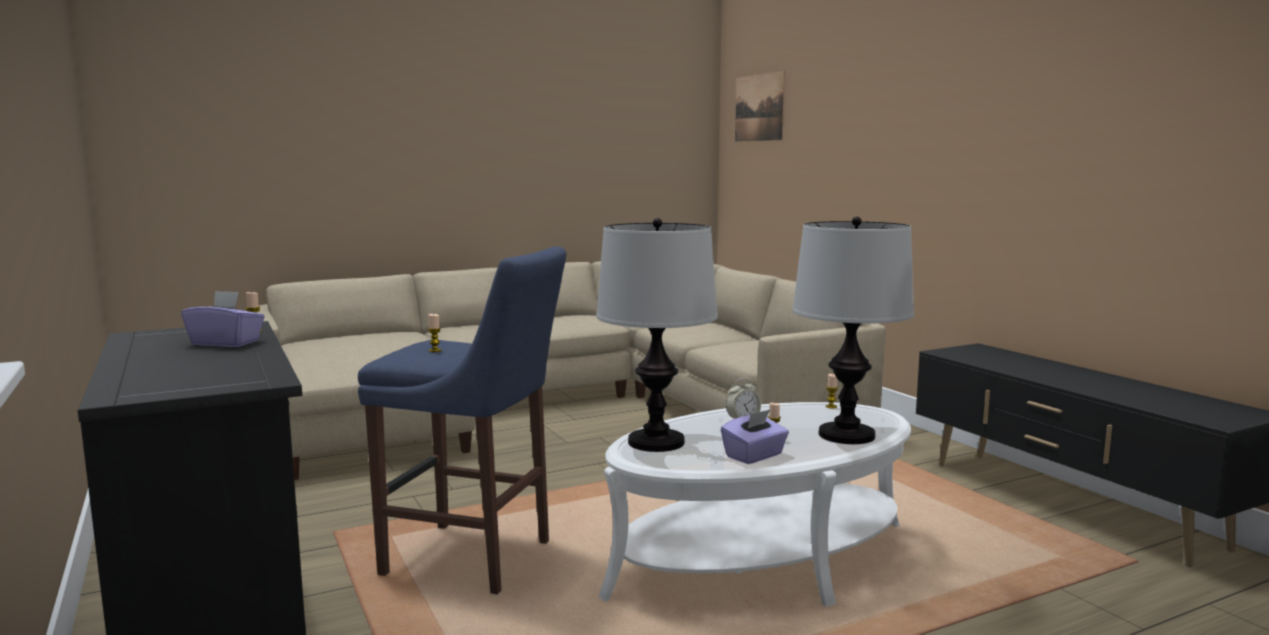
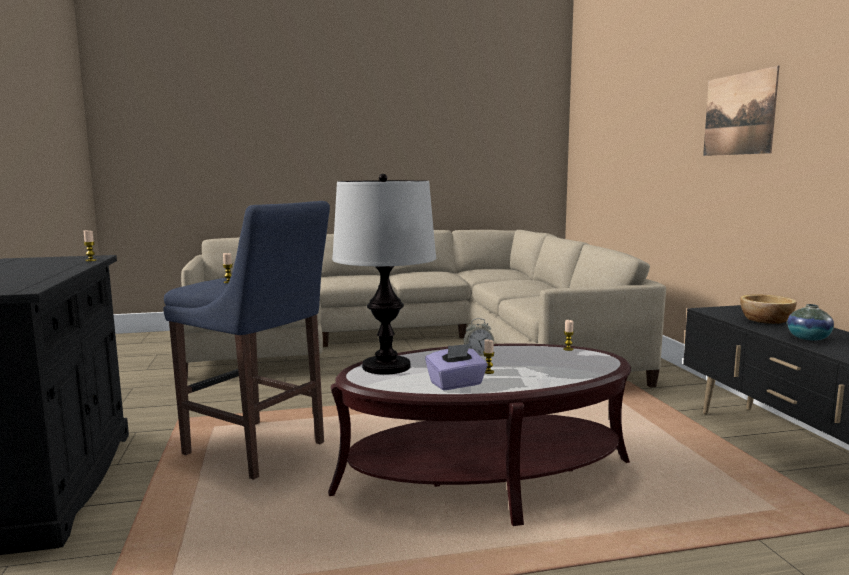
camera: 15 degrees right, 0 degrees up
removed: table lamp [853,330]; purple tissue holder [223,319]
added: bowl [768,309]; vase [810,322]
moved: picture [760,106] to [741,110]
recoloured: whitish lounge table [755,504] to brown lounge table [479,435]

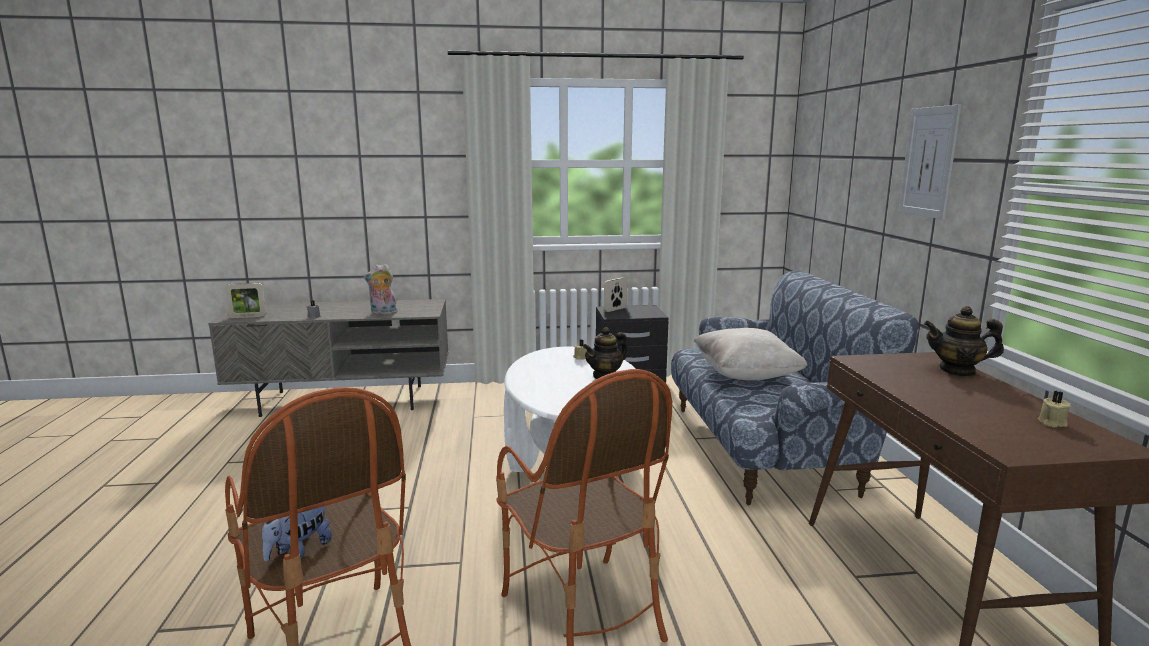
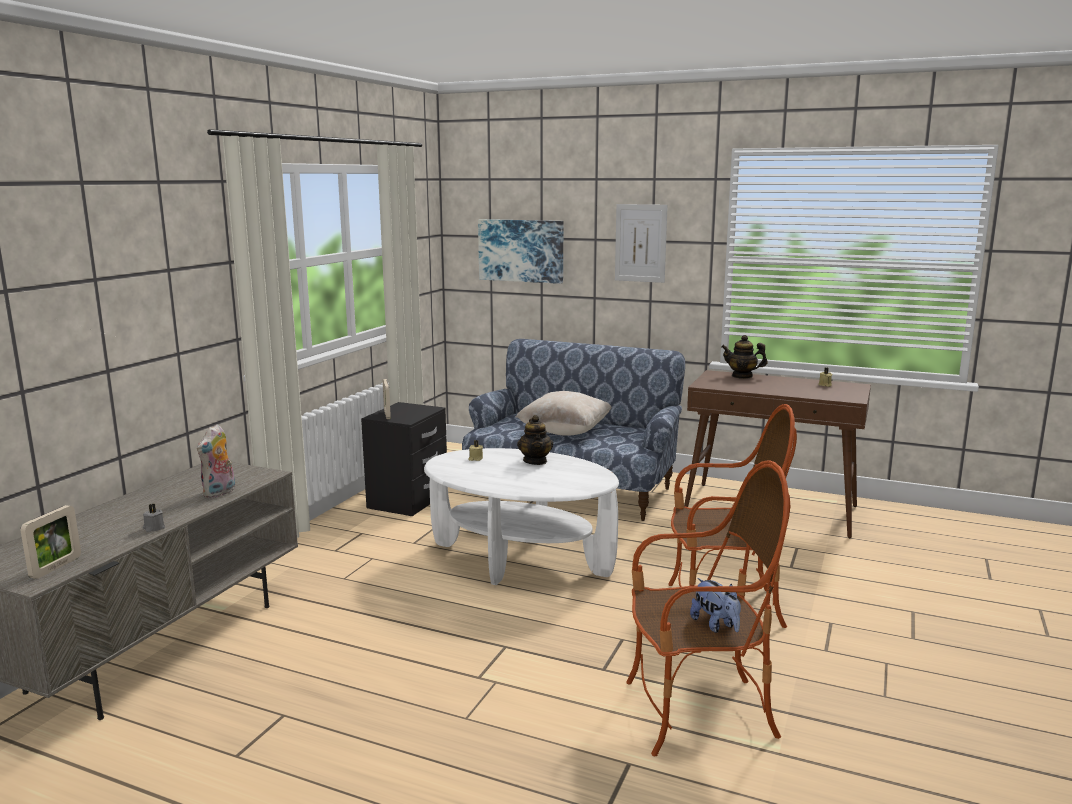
camera: 60 degrees left, 0 degrees up
added: picture [520,251]
turned: tea pot [964,341] = [744,357] 60 degrees clockwise

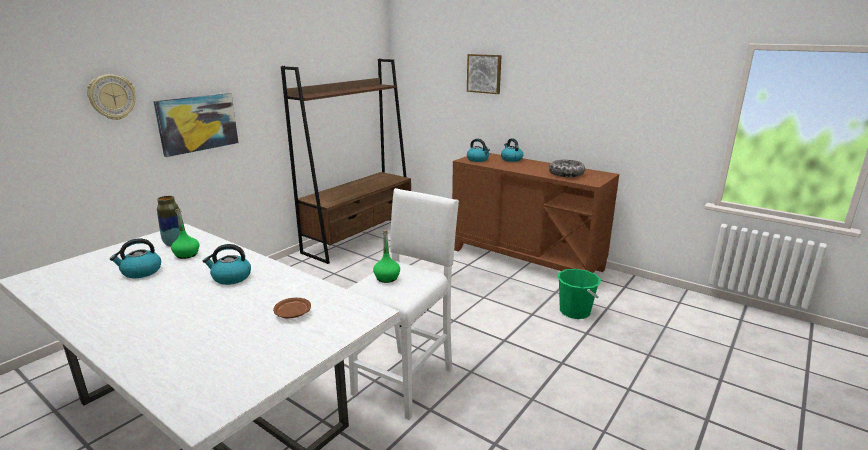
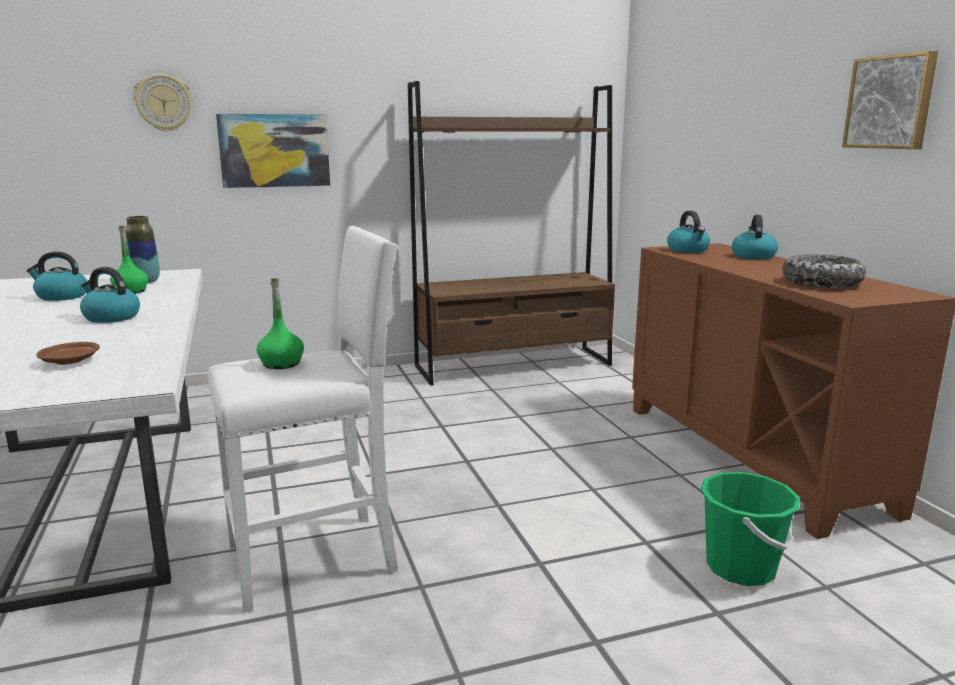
camera: 35 degrees right, 5 degrees down
moved: picture [484,74] to [890,100]

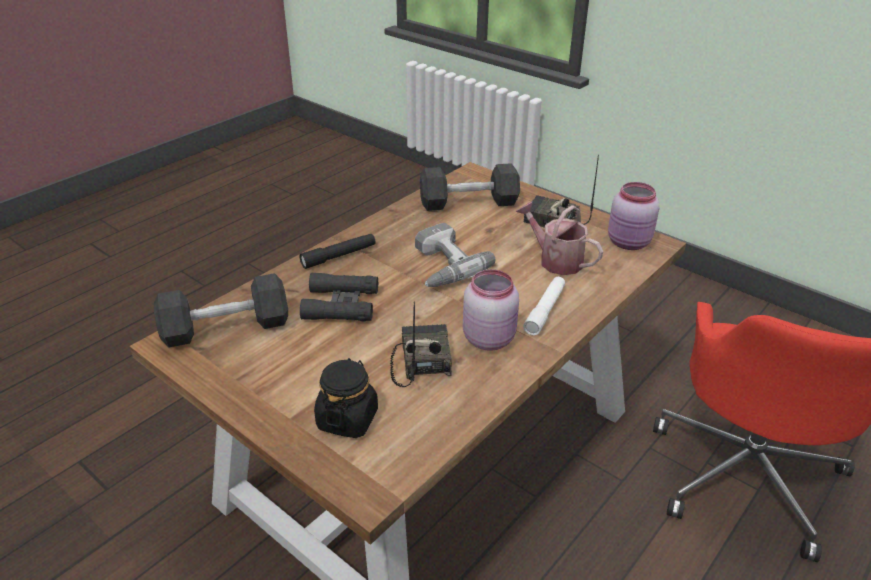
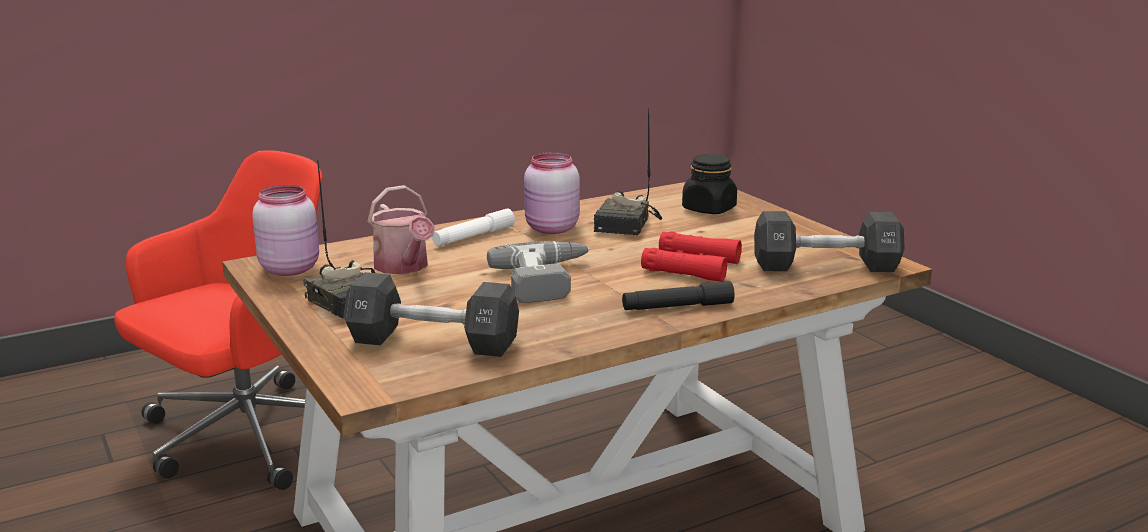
camera: 160 degrees left, 15 degrees down
recoloured: blackish pair of binoculars [339,297] to reddish pair of binoculars [691,256]

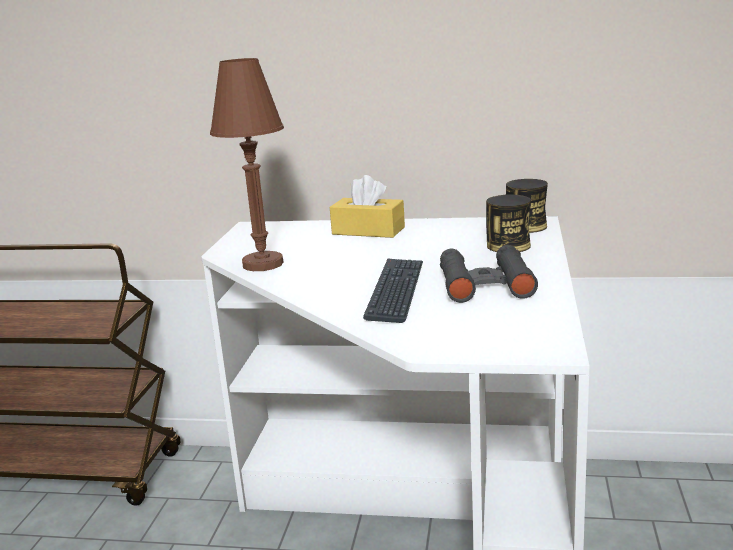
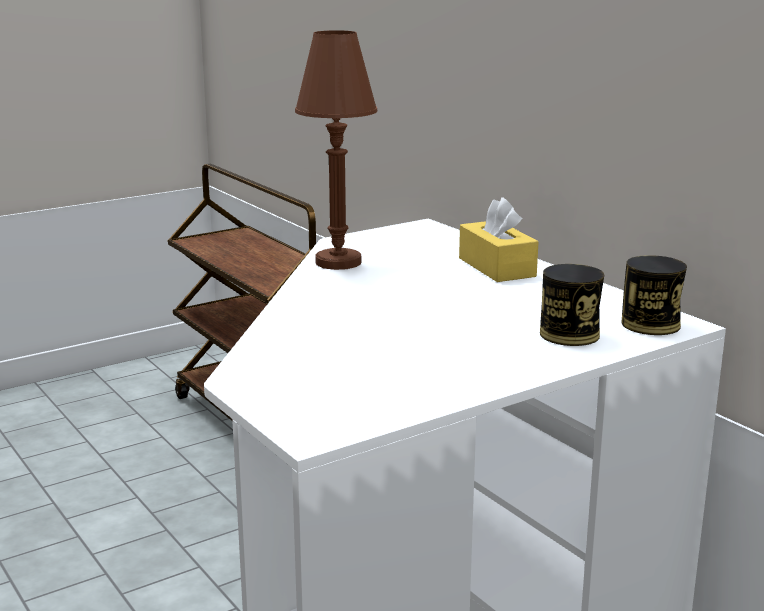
camera: 45 degrees right, 0 degrees up
removed: blackish pair of binoculars [489,274]; computer keyboard [393,290]

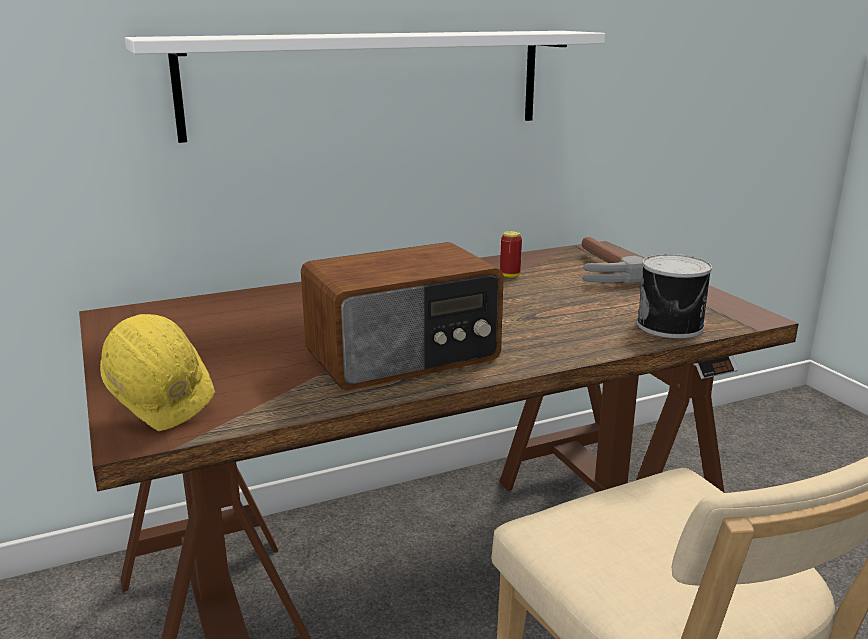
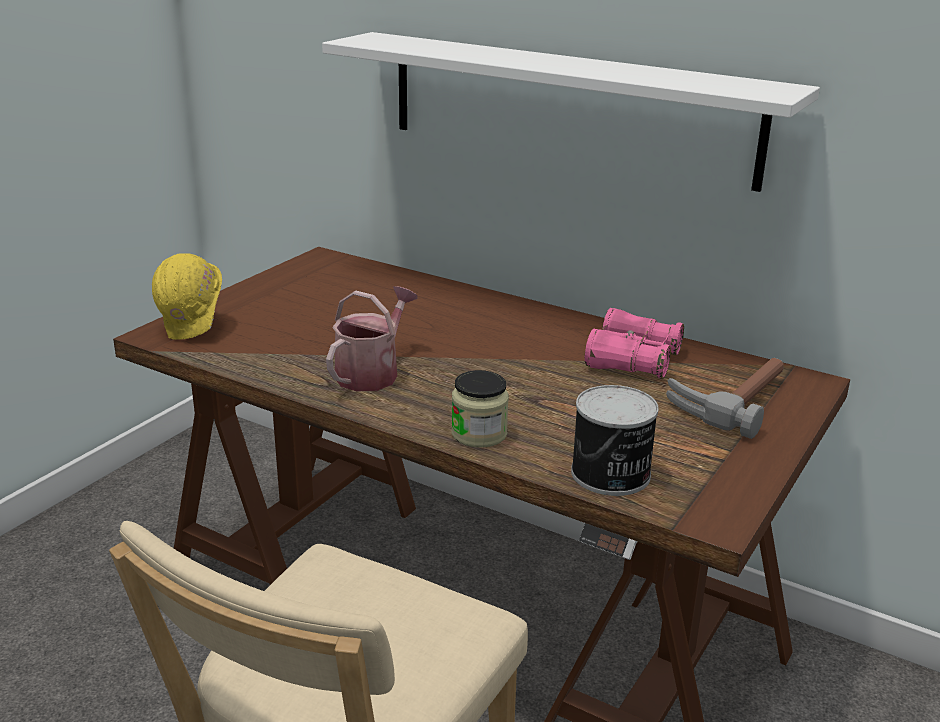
camera: 55 degrees right, 5 degrees up
added: preserve jar [480,409]
replaced: sealed can [511,254] to pinkish pair of binoculars [634,343]; radio set [402,316] to sprinkling can [372,339]

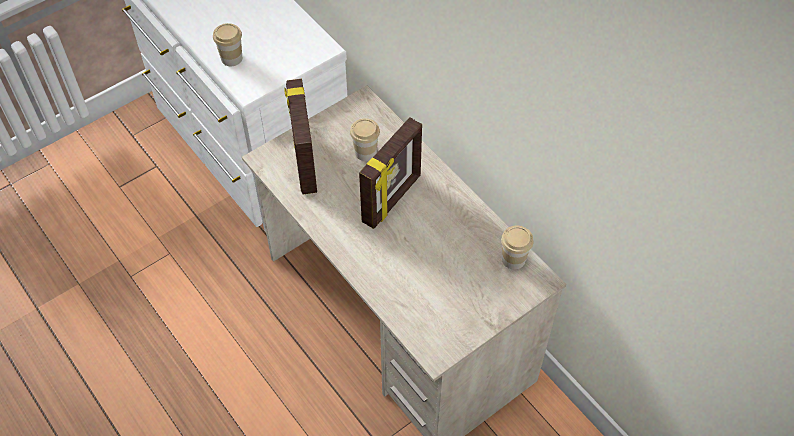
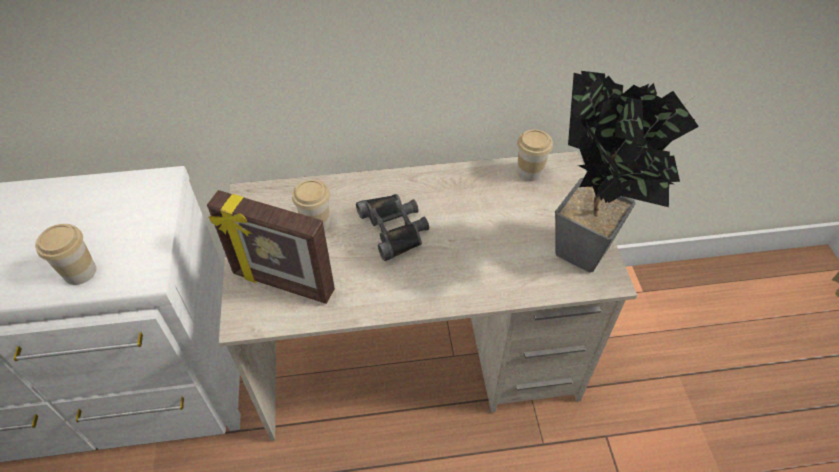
camera: 60 degrees left, 5 degrees down
added: potted plant [627,172]
replaced: standing frame [390,173] to blackish pair of binoculars [392,227]

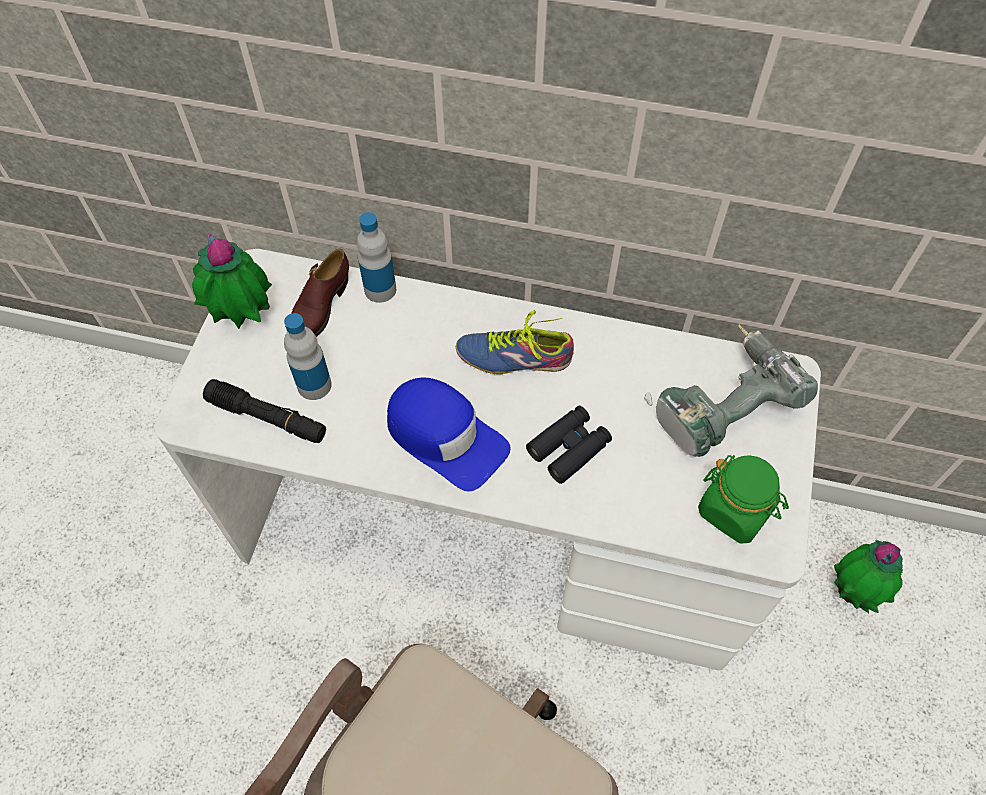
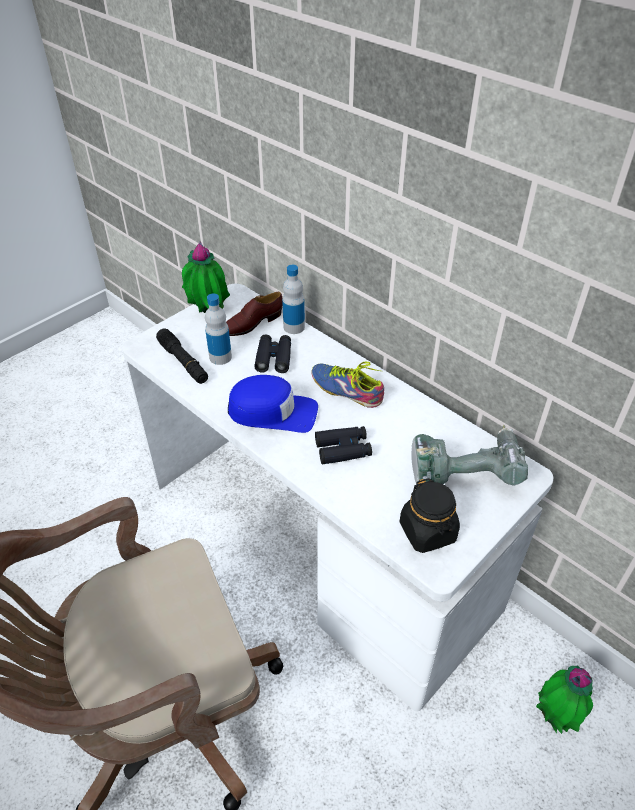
camera: 30 degrees right, 15 degrees down
added: blackish pair of binoculars [272,354]
recoloured: greenish preserve jar [743,499] to blackish preserve jar [430,515]
turned: blue-coloured peaked cap [449,434] = [273,404] 60 degrees counterclockwise

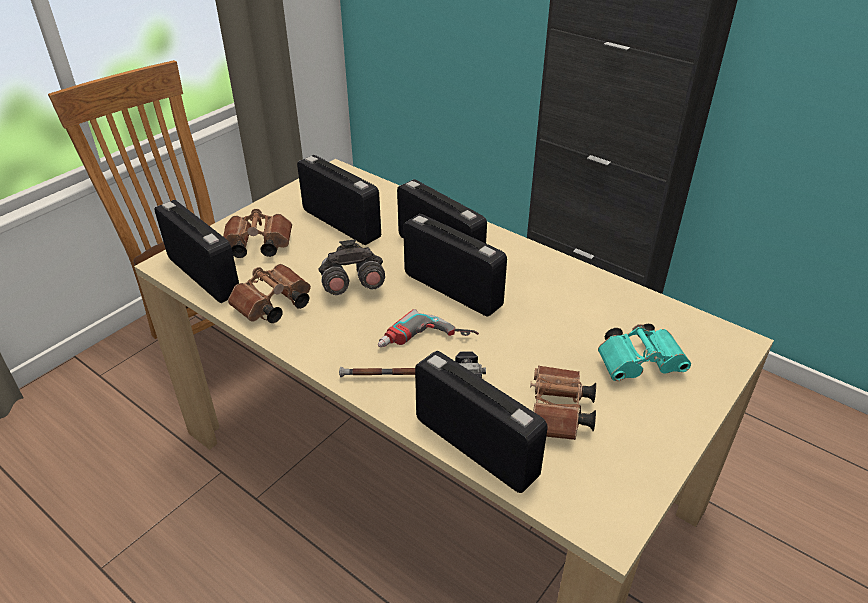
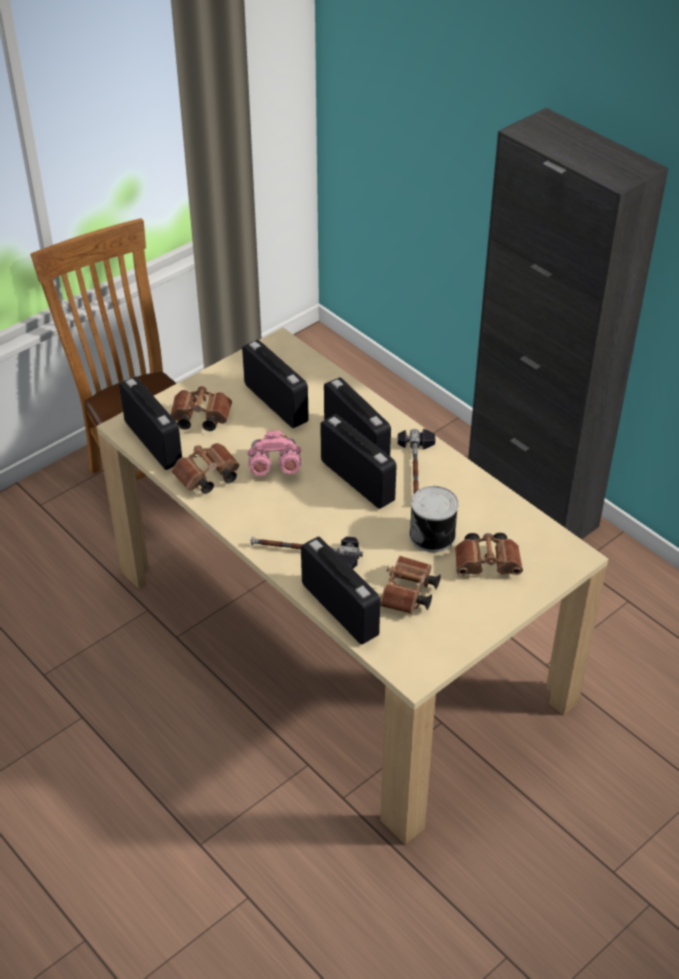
camera: 10 degrees right, 5 degrees up
removed: electric drill [428,328]
added: hammer [416,460]; sealed can [434,519]
recoloured: gray pair of binoculars [352,267] to pinkish pair of binoculars [274,453]; blue-green pair of binoculars [644,352] to brown pair of binoculars [489,554]

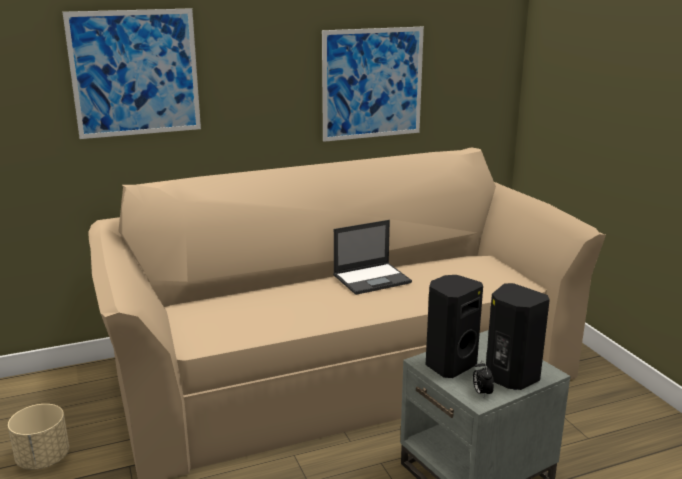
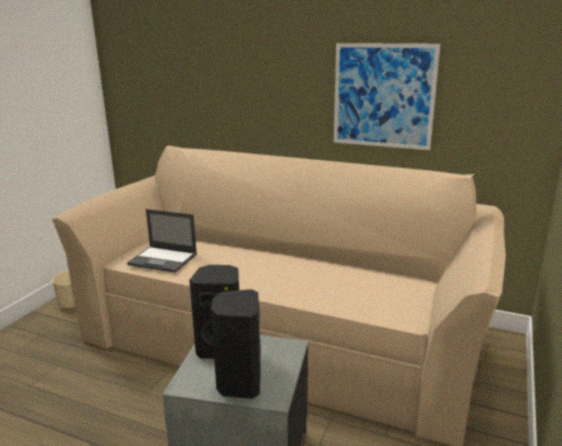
camera: 45 degrees right, 0 degrees up
removed: picture [132,73]; alarm clock [483,379]
moved: laptop [372,257] to [162,241]

